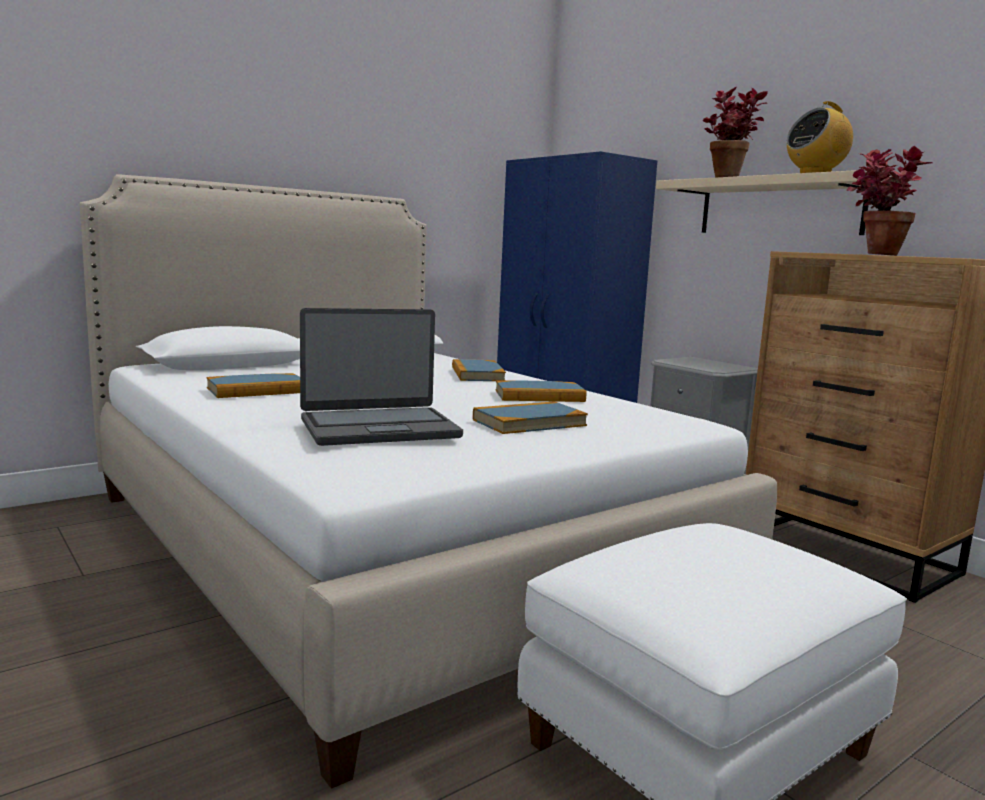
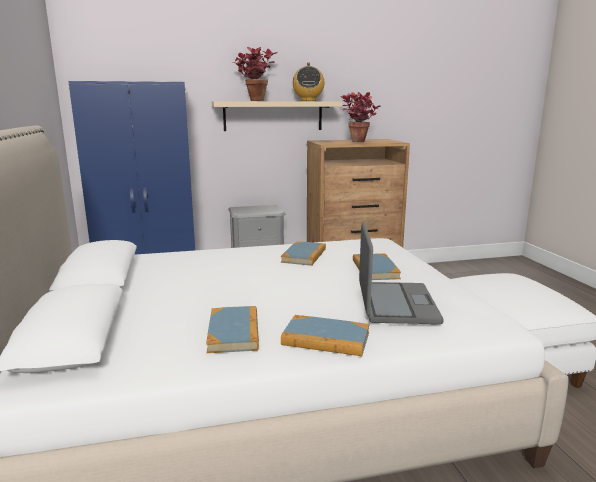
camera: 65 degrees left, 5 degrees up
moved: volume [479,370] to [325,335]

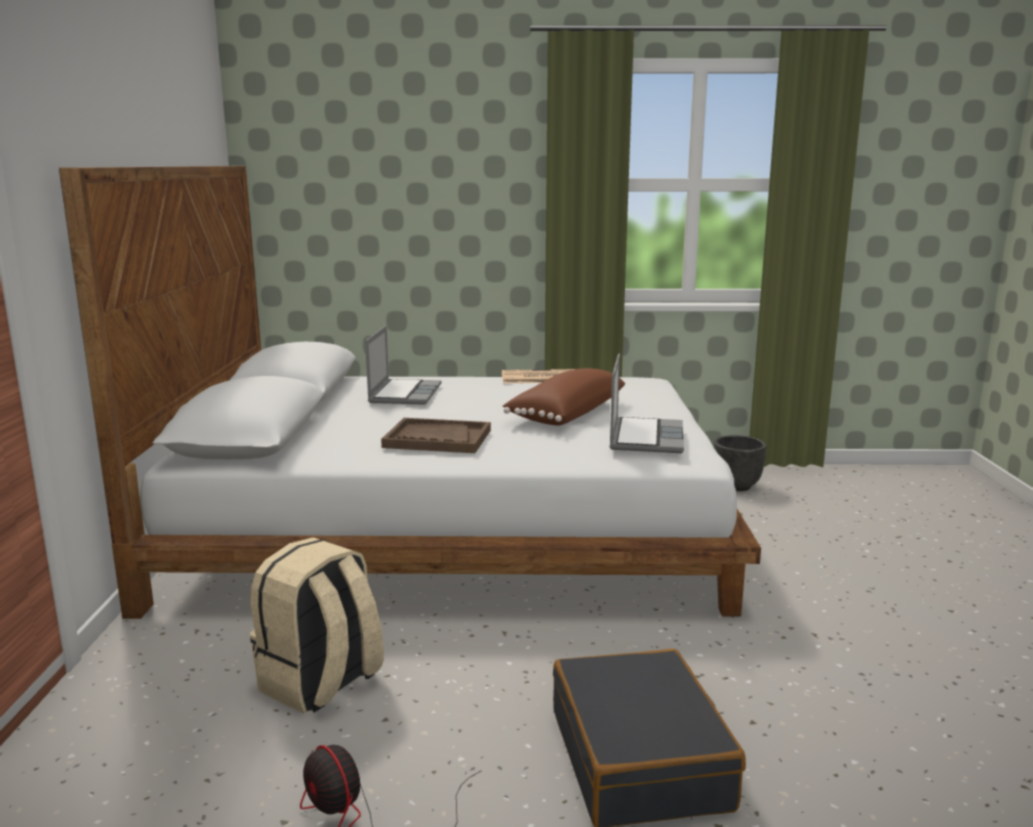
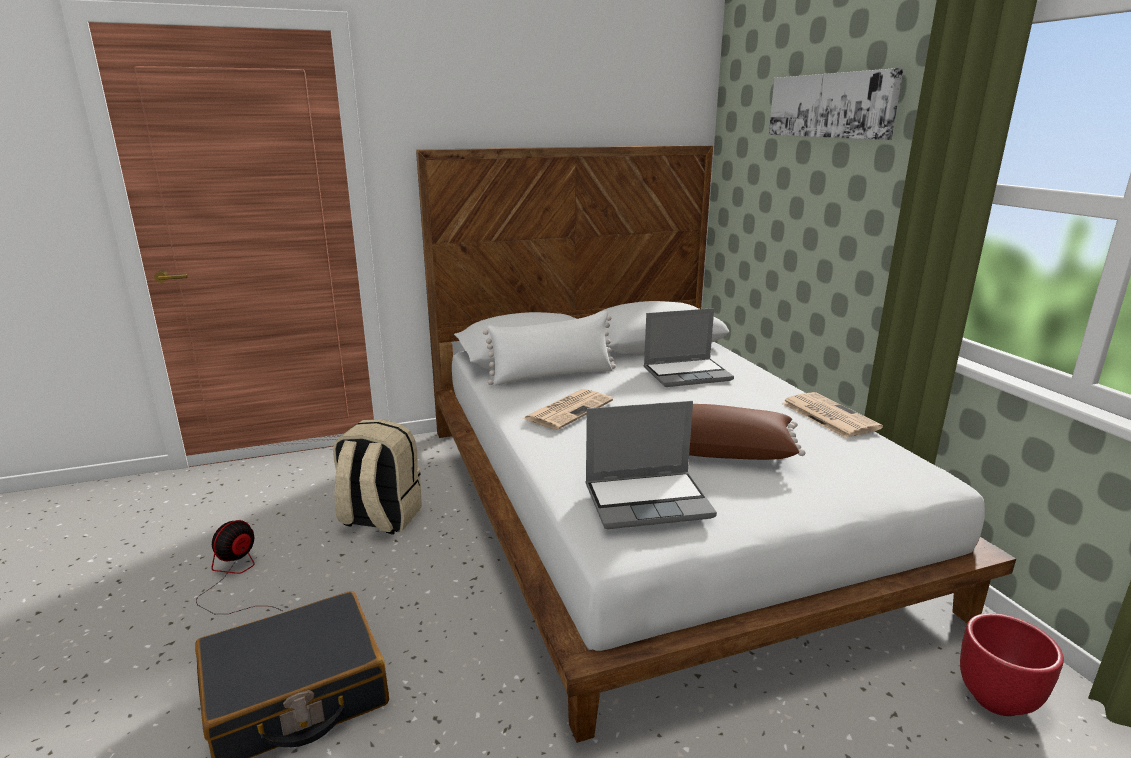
camera: 70 degrees right, 5 degrees up
added: picture [836,104]; whitish cushion [549,348]
replaced: brown tray [436,435] to printed paper [567,409]
recoloured: blackish flower pot [740,463] to reddish flower pot [1012,664]

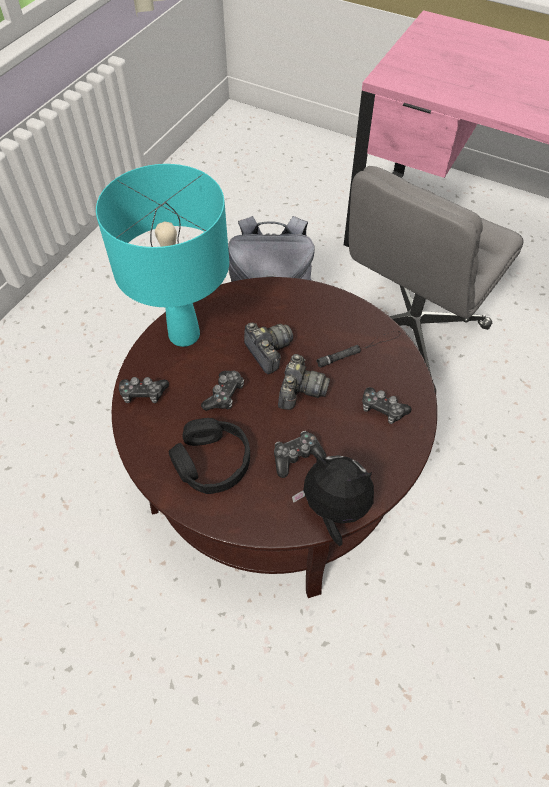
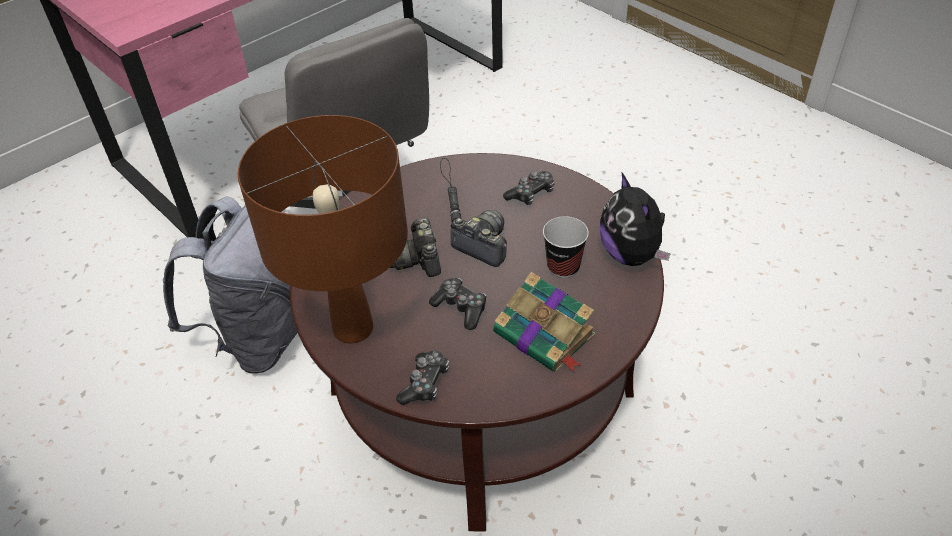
camera: 70 degrees left, 10 degrees down
replaced: blackish headphones [209,456] to volume [544,322]; joypad [300,454] to drinking cup [566,247]
recoloured: blue-green table lamp [162,255] to brown table lamp [323,229]
turned: still camera [268,348] = [415,247] 90 degrees counterclockwise; soft toy [333,500] = [635,219] 60 degrees counterclockwise

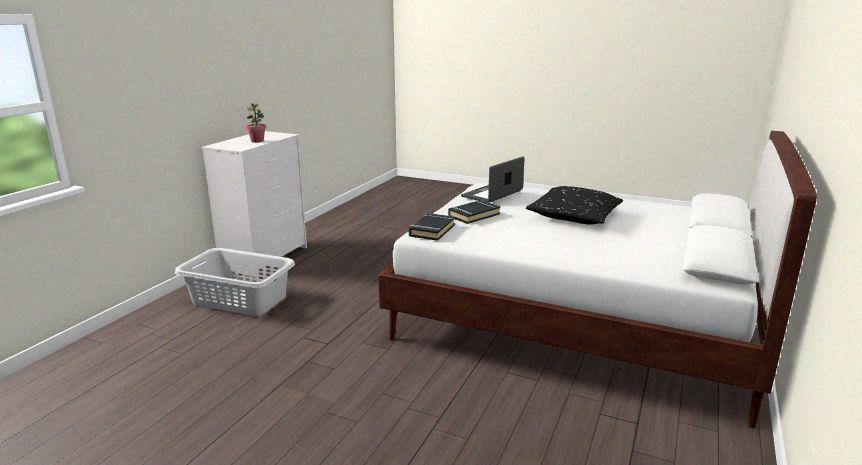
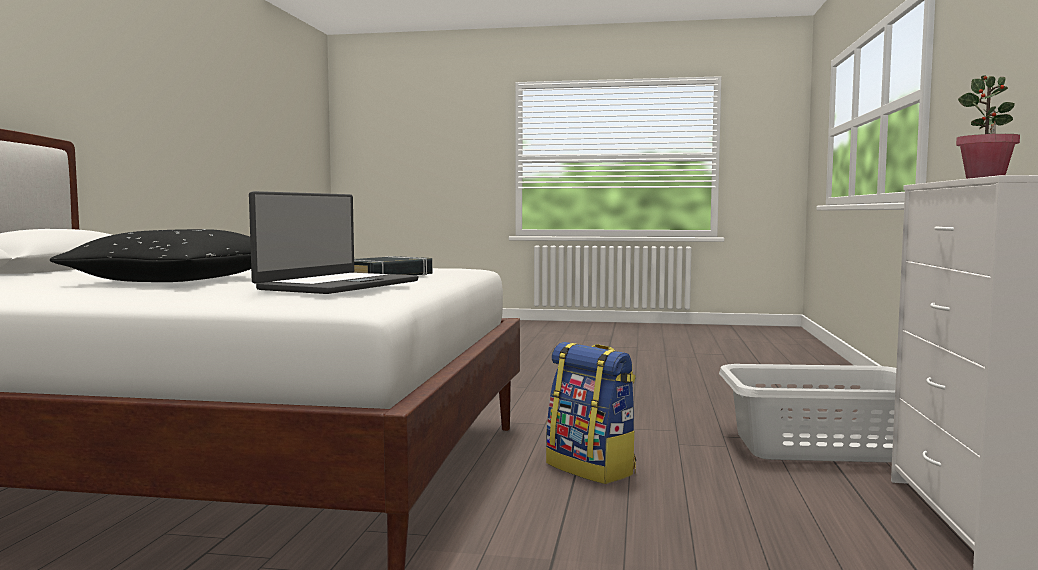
camera: 165 degrees right, 15 degrees down
removed: blackish volume [432,227]
added: knapsack [591,413]

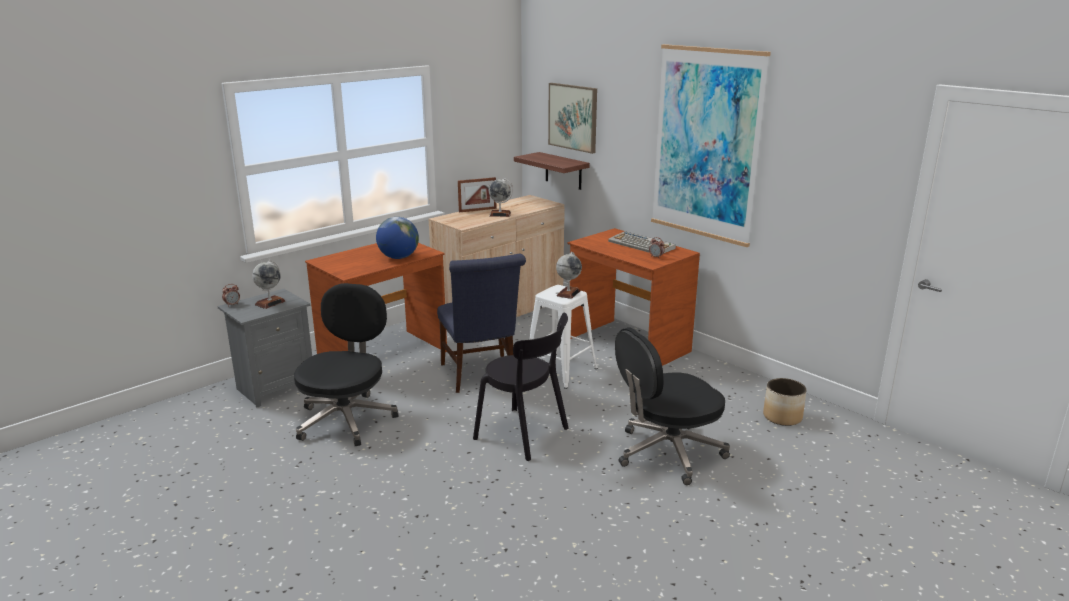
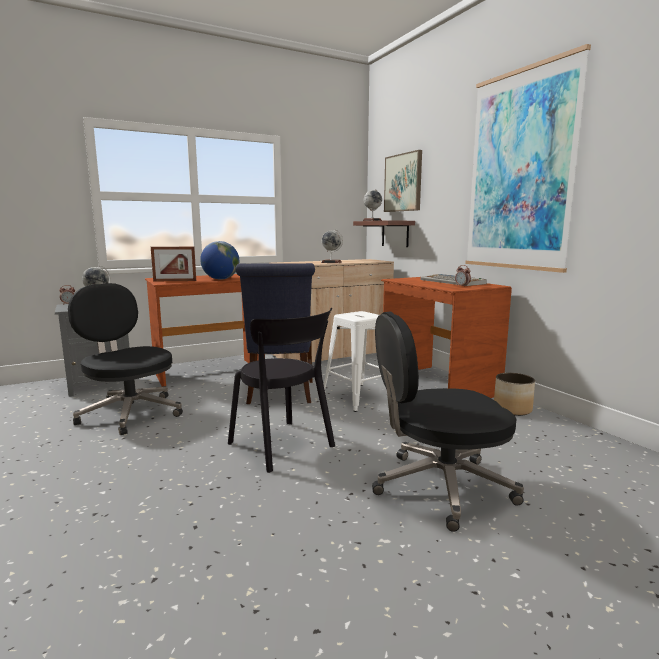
camera: 15 degrees right, 10 degrees down
moved: standing frame [477,195] to [173,264]; globe [569,275] to [372,205]; flower pot [785,402] to [514,394]
turned: blackish office chair [346,364] = [125,359] 75 degrees counterclockwise

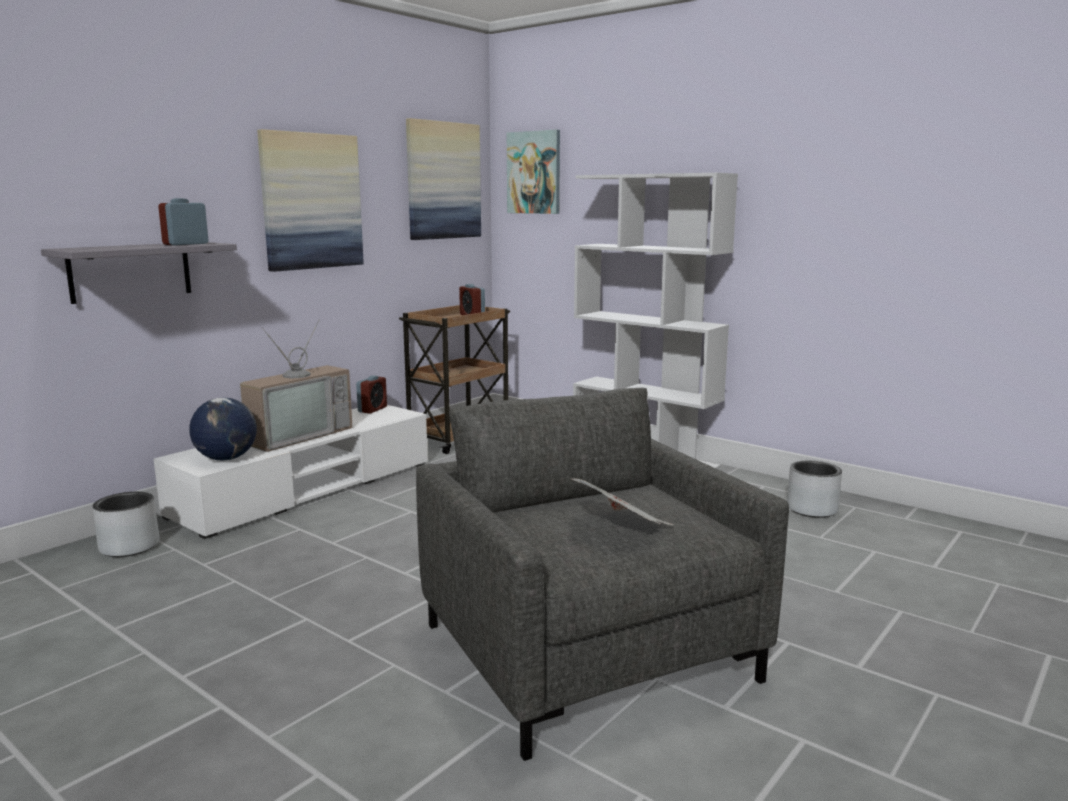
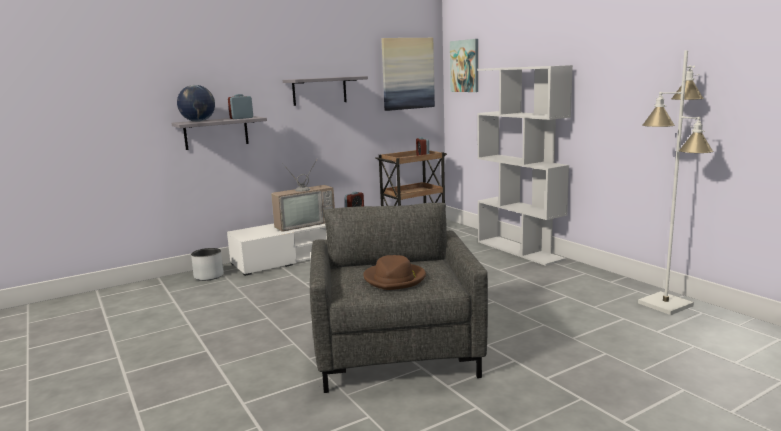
camera: 20 degrees right, 0 degrees up
removed: gray flower pot [814,489]
added: whitish standing lamp [675,182]
moved: globe [223,429] to [196,103]
replaced: picture [310,200] to gray shelf [325,91]; printed paper [622,501] to brown wearable hat [394,272]

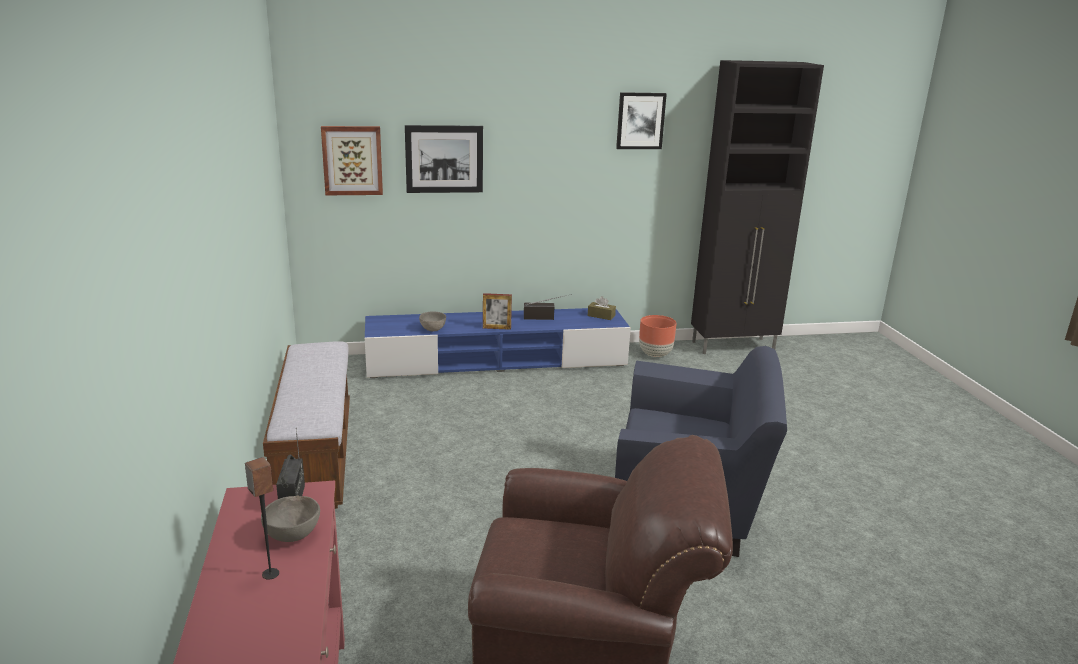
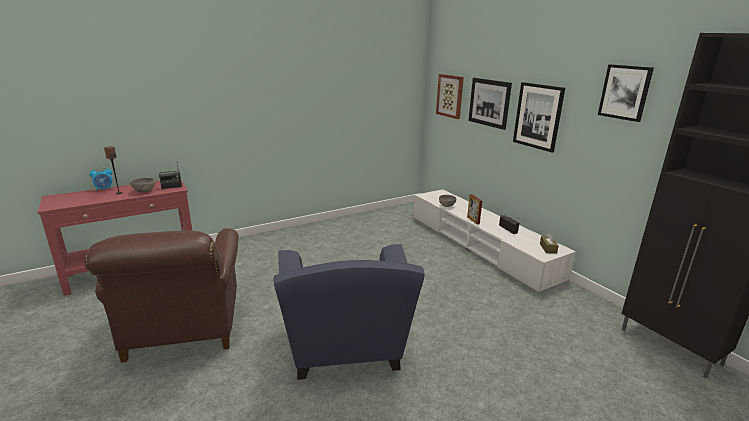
camera: 70 degrees right, 0 degrees up
removed: brown flower pot [658,336]; long seat [306,425]
added: picture [539,117]; alarm clock [101,179]
recoloured: blue-coloured tv unit [498,343] to whitish tv unit [494,240]

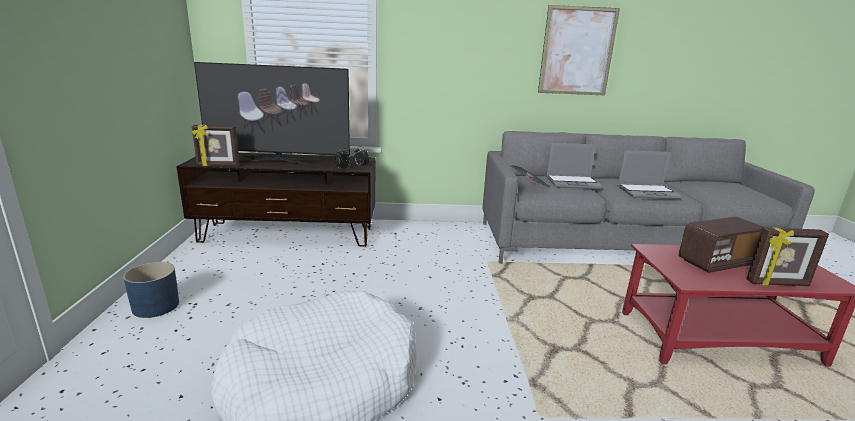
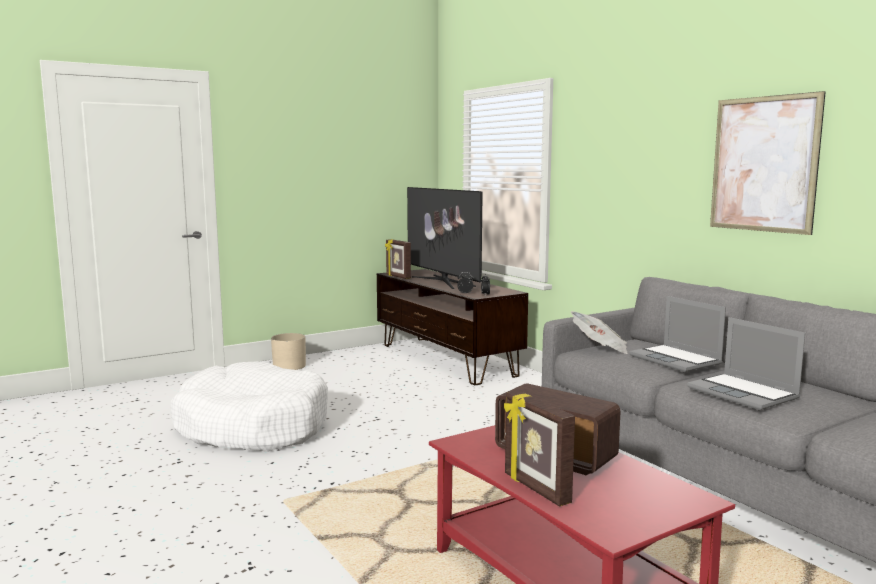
camera: 60 degrees right, 10 degrees down
recoloured: blue-coloured flower pot [151,290] to sand-coloured flower pot [288,351]

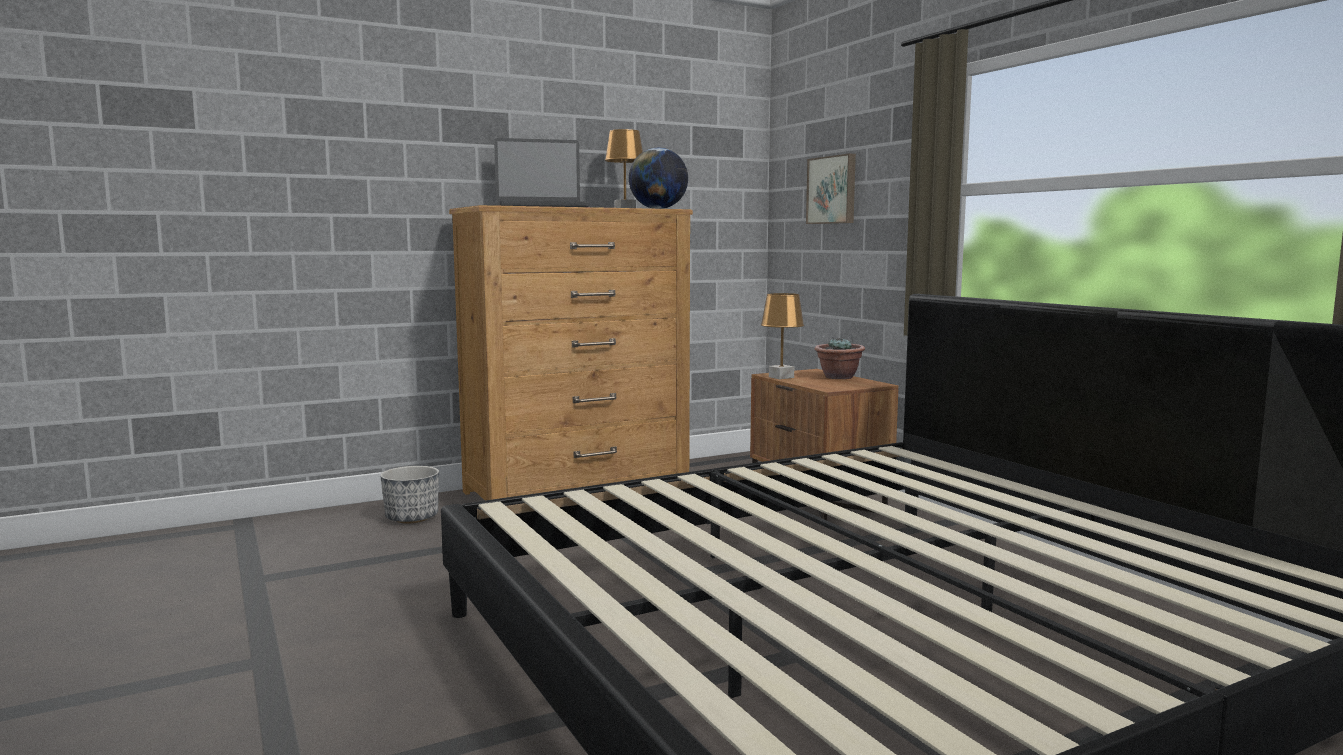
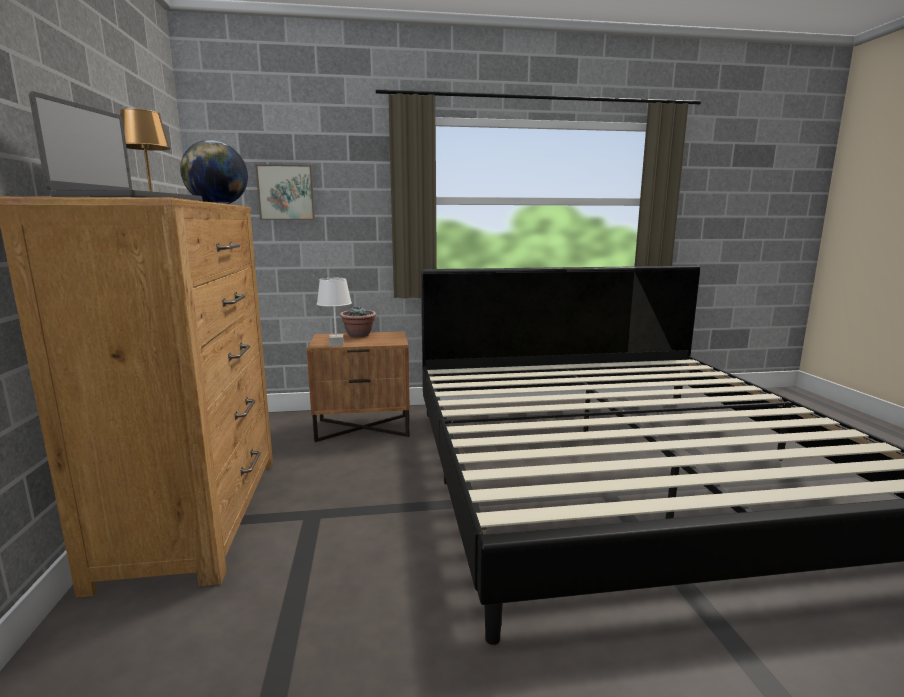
camera: 70 degrees left, 5 degrees up
removed: flower pot [409,495]
recoloured: brown table lamp [782,336] to whitish table lamp [334,312]

